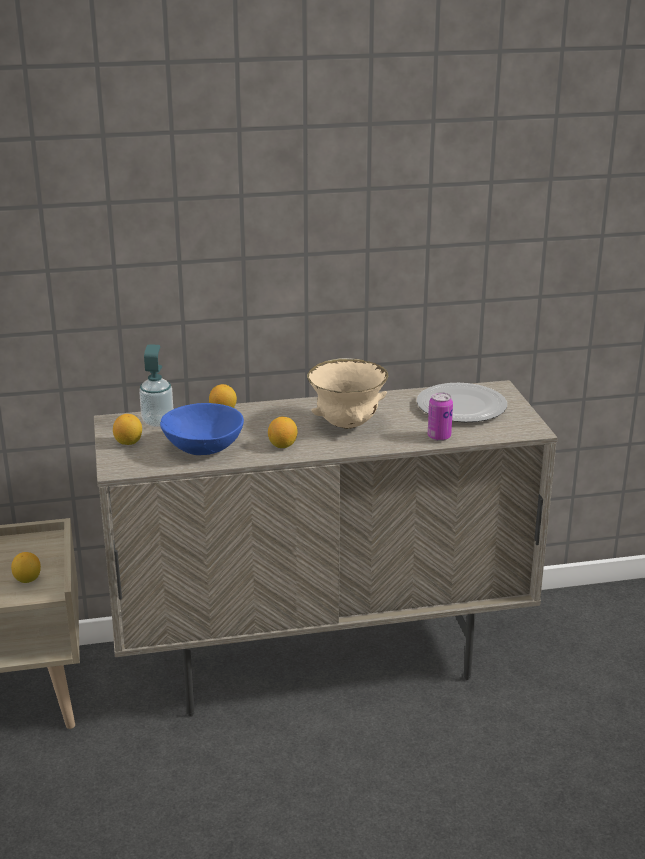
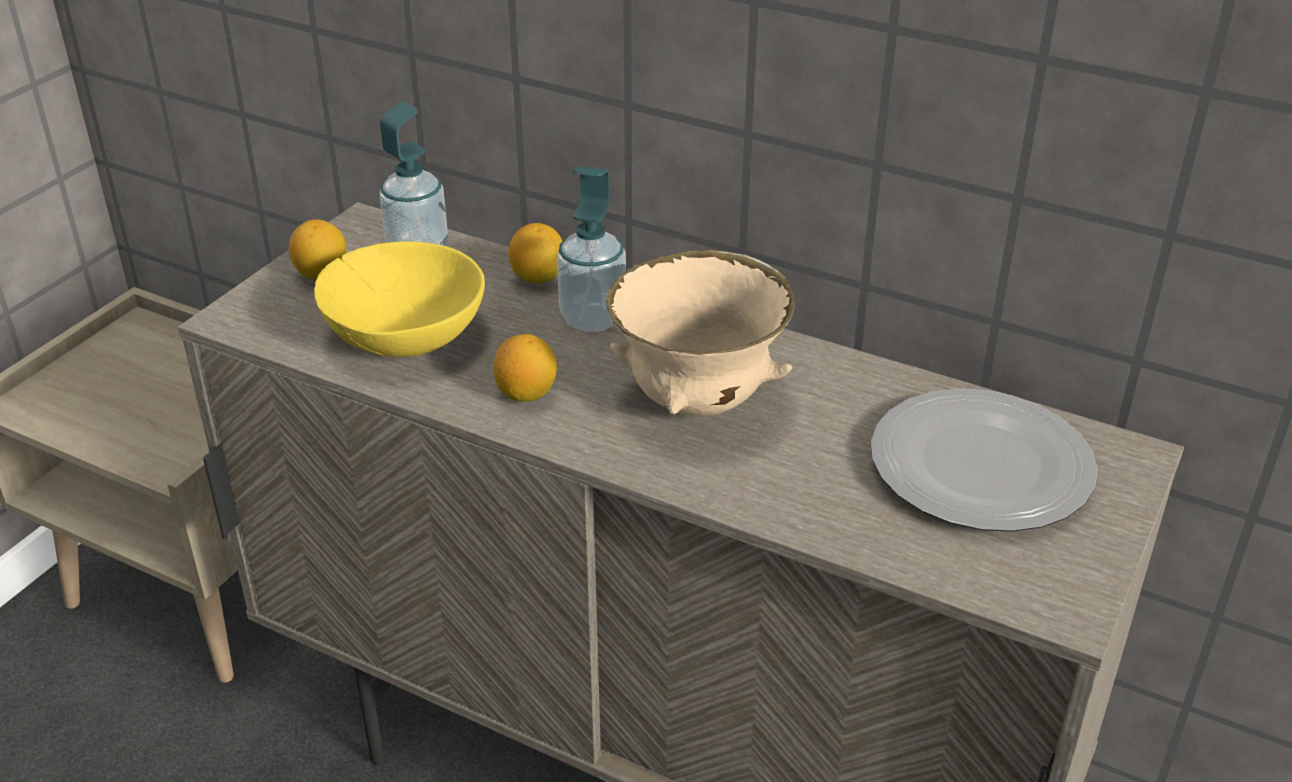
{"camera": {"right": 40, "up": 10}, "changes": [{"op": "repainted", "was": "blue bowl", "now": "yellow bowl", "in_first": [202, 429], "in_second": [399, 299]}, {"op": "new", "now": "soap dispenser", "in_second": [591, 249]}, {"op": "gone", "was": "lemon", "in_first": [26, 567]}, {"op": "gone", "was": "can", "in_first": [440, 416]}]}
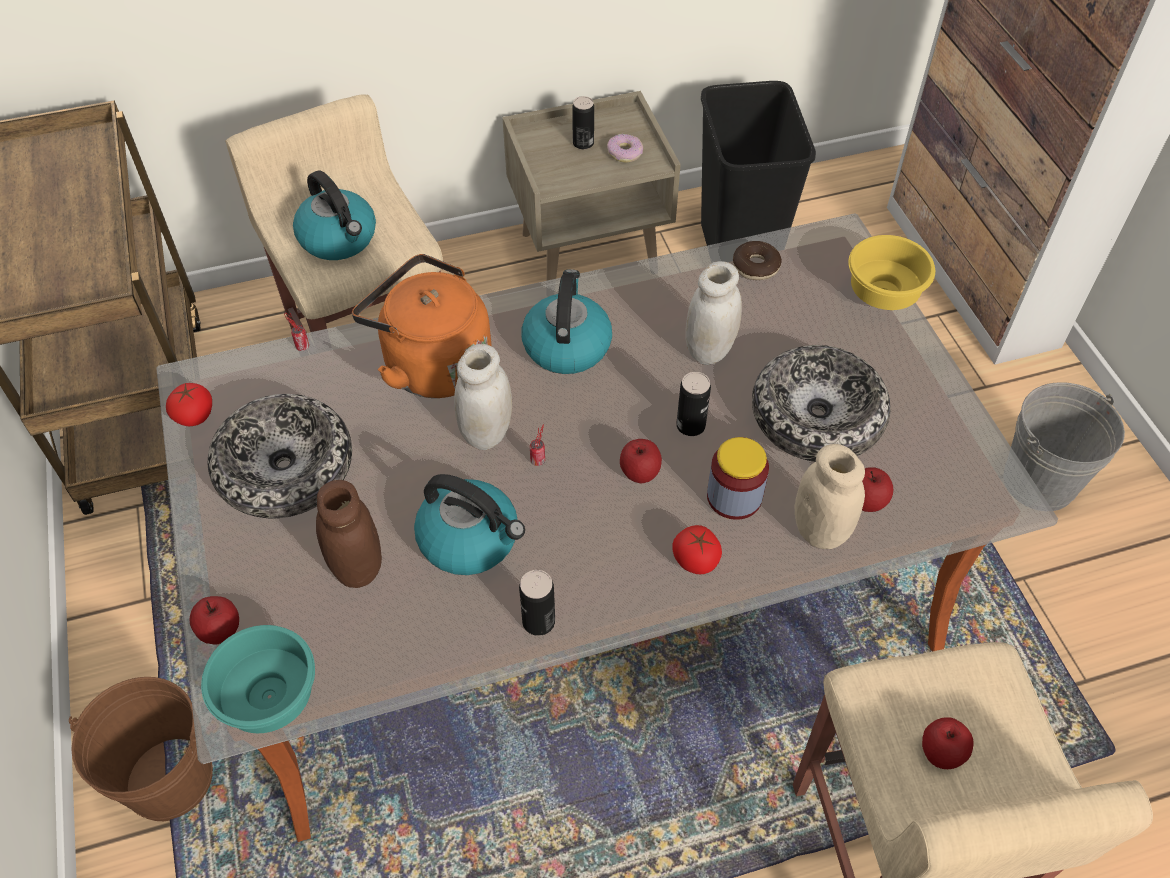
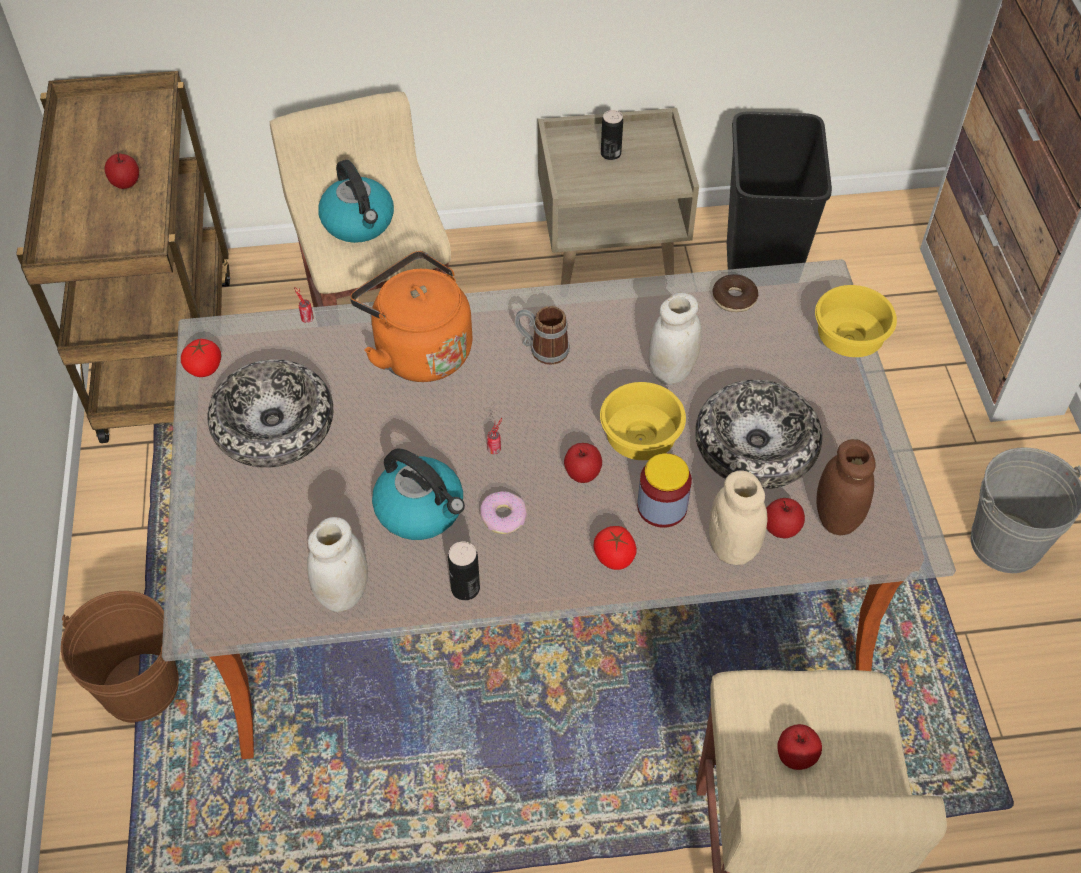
{"camera": {"right": 10, "up": 0}, "changes": [{"op": "shifted", "was": "apple", "in_first": [214, 620], "in_second": [122, 171]}, {"op": "shifted", "was": "white jar", "in_first": [483, 397], "in_second": [337, 565]}, {"op": "shifted", "was": "donut", "in_first": [625, 148], "in_second": [503, 512]}, {"op": "swapped", "was": "kettle", "now": "mug", "in_first": [567, 321], "in_second": [542, 335]}, {"op": "swapped", "was": "can", "now": "yellow bowl", "in_first": [693, 404], "in_second": [643, 421]}, {"op": "shifted", "was": "brown jar", "in_first": [349, 534], "in_second": [846, 487]}, {"op": "gone", "was": "turquoise bowl", "in_first": [258, 679]}]}
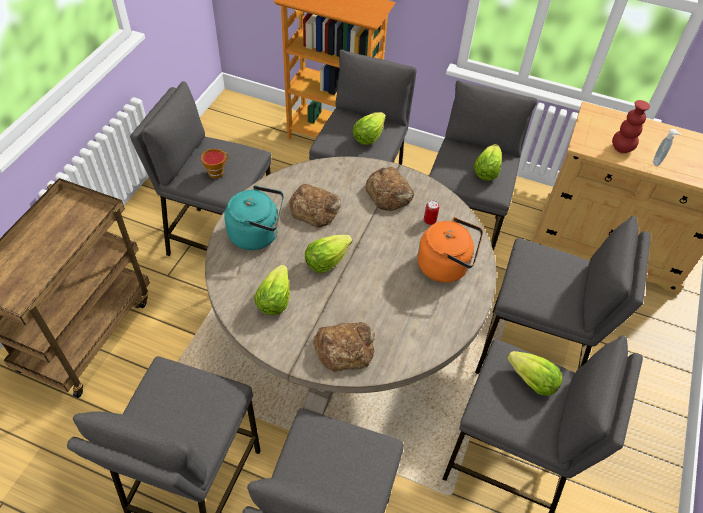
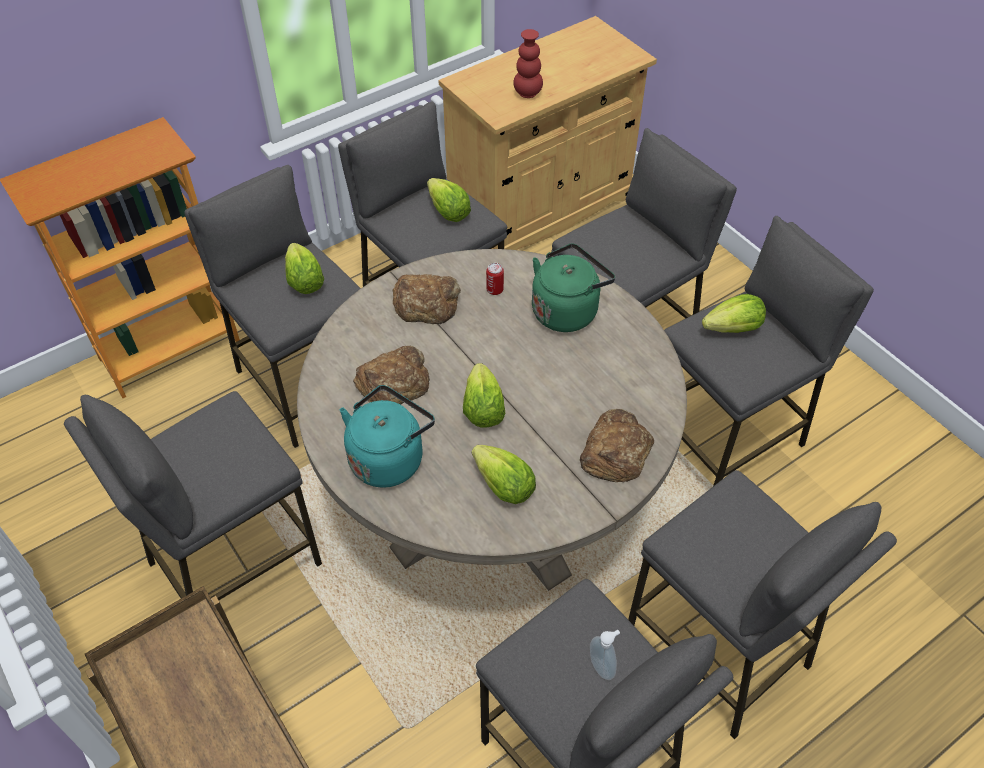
{"camera": {"right": -55, "up": 0}, "changes": [{"op": "repainted", "was": "orange kettle", "now": "green kettle", "in_first": [450, 250], "in_second": [573, 287]}, {"op": "shifted", "was": "soap dispenser", "in_first": [667, 147], "in_second": [605, 655]}, {"op": "gone", "was": "cup", "in_first": [215, 164]}]}
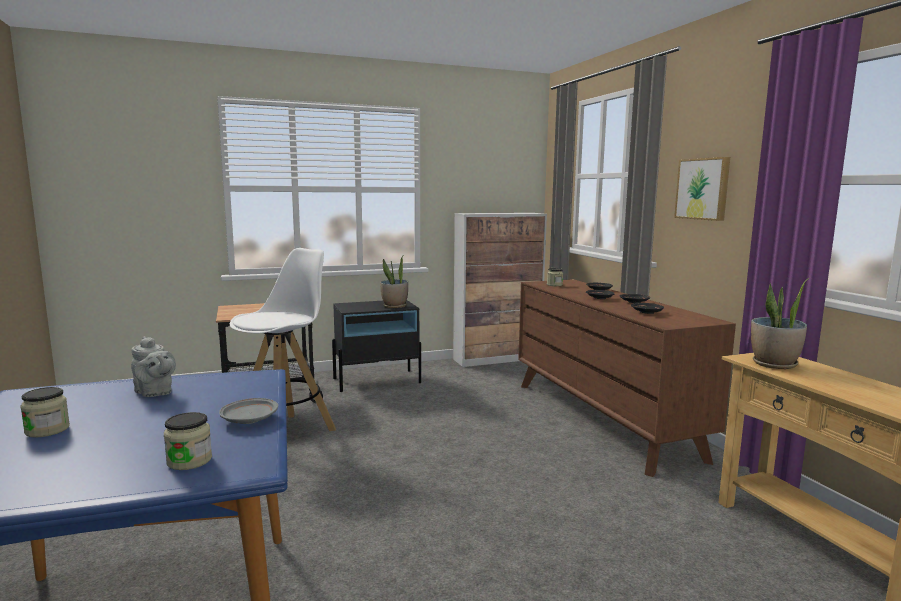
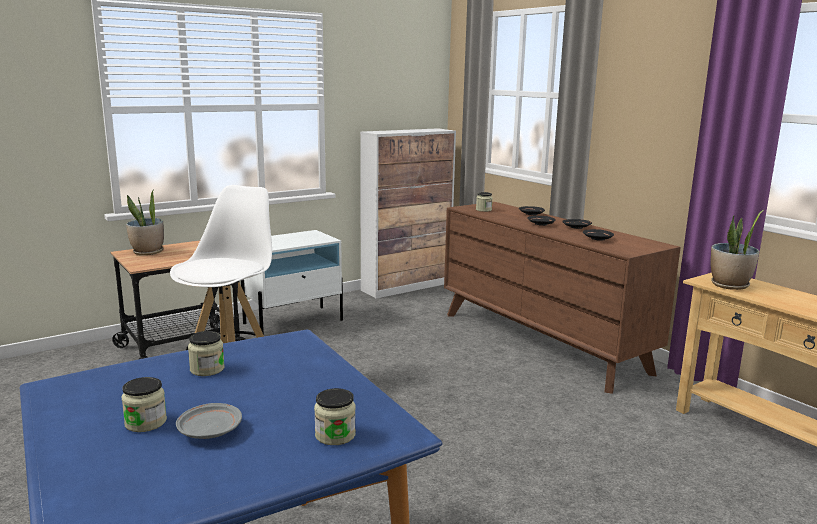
{"camera": {"right": -15, "up": 5}, "changes": [{"op": "shifted", "was": "potted plant", "in_first": [394, 282], "in_second": [145, 223]}, {"op": "shifted", "was": "grey plate", "in_first": [248, 411], "in_second": [209, 421]}, {"op": "swapped", "was": "grey teapot", "now": "jar", "in_first": [153, 366], "in_second": [206, 353]}, {"op": "repainted", "was": "black nightstand", "now": "white nightstand", "in_first": [376, 346], "in_second": [292, 282]}, {"op": "gone", "was": "picture", "in_first": [702, 189]}]}
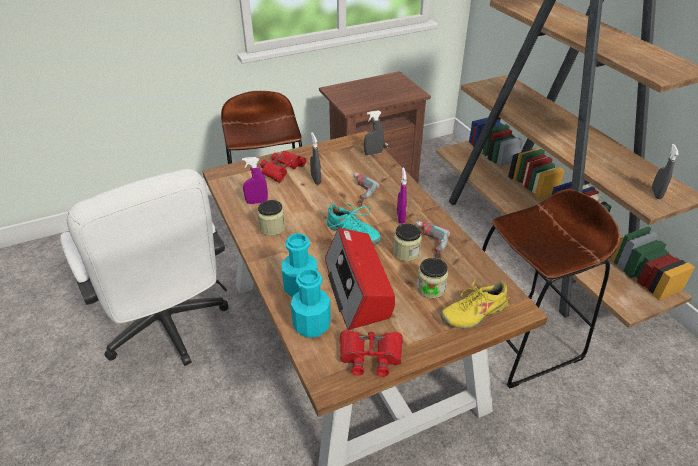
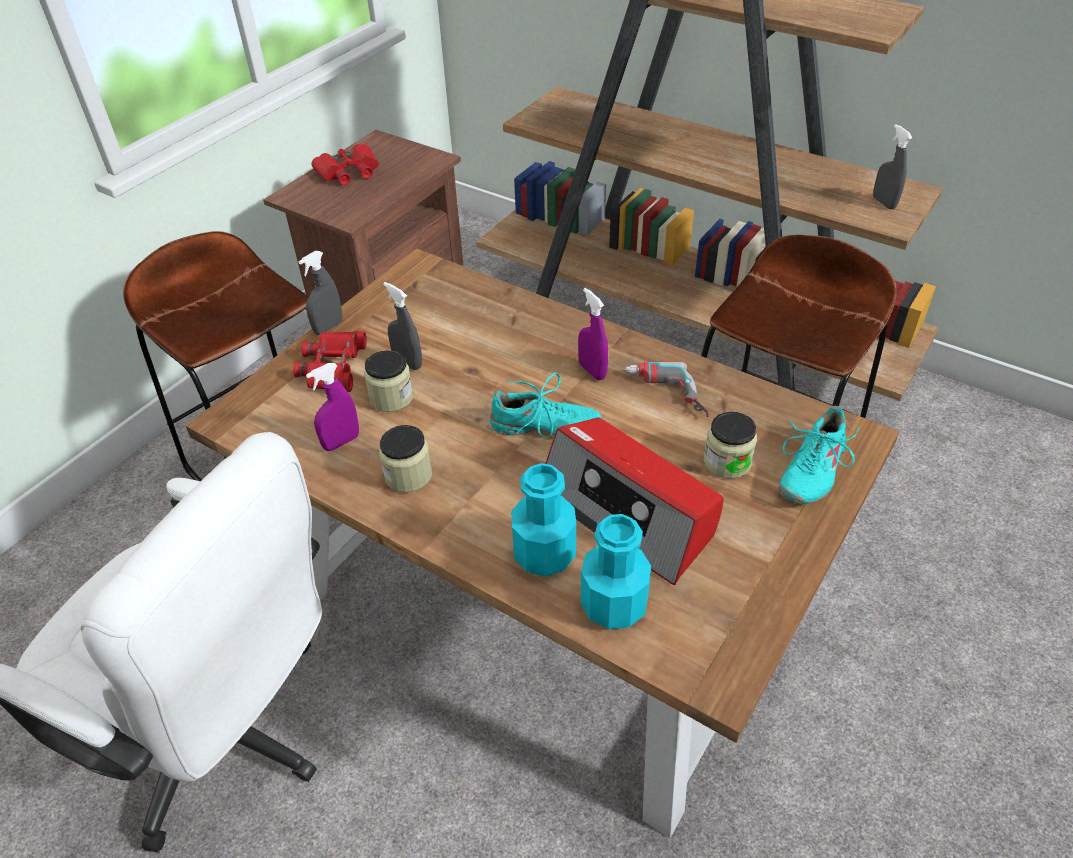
{"camera": {"right": -30, "up": 5}, "changes": [{"op": "shifted", "was": "grey spray bottle", "in_first": [374, 132], "in_second": [320, 293]}, {"op": "shifted", "was": "red binoculars", "in_first": [371, 353], "in_second": [345, 164]}, {"op": "shifted", "was": "jar", "in_first": [407, 243], "in_second": [388, 381]}, {"op": "repainted", "was": "yellow shoe", "now": "turquoise shoe", "in_first": [475, 304], "in_second": [819, 455]}, {"op": "gone", "was": "power drill", "in_first": [366, 190]}]}
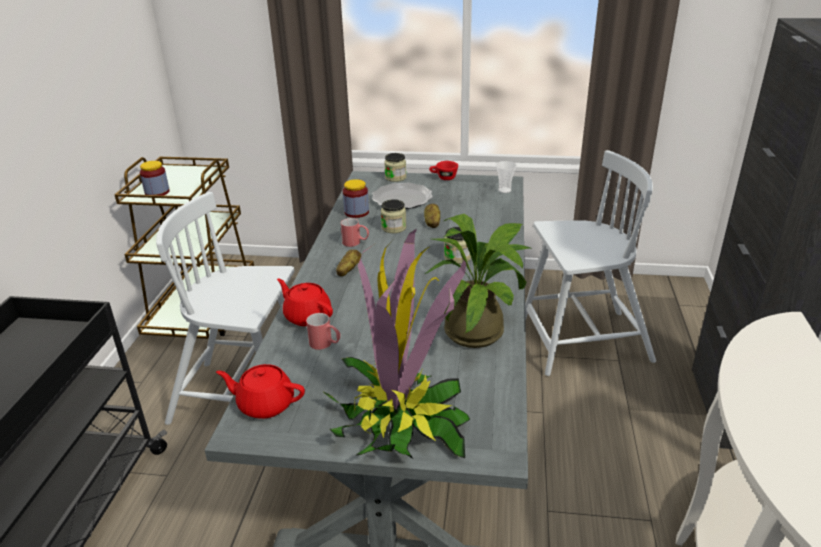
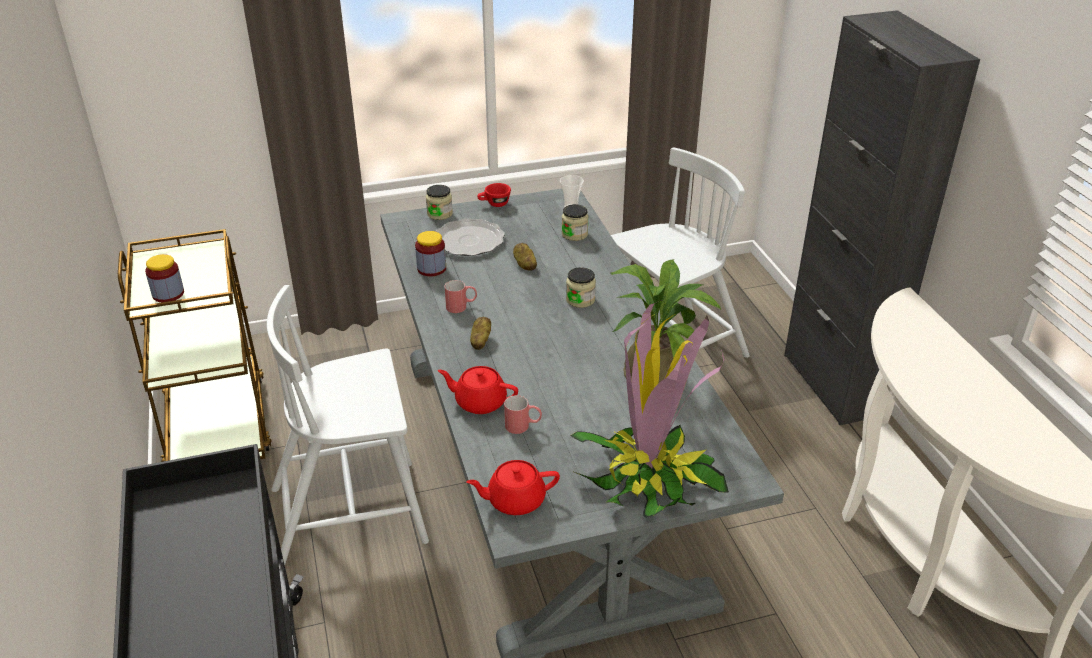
{"camera": {"right": -25, "up": 5}, "changes": [{"op": "shifted", "was": "jar", "in_first": [393, 216], "in_second": [575, 222]}]}
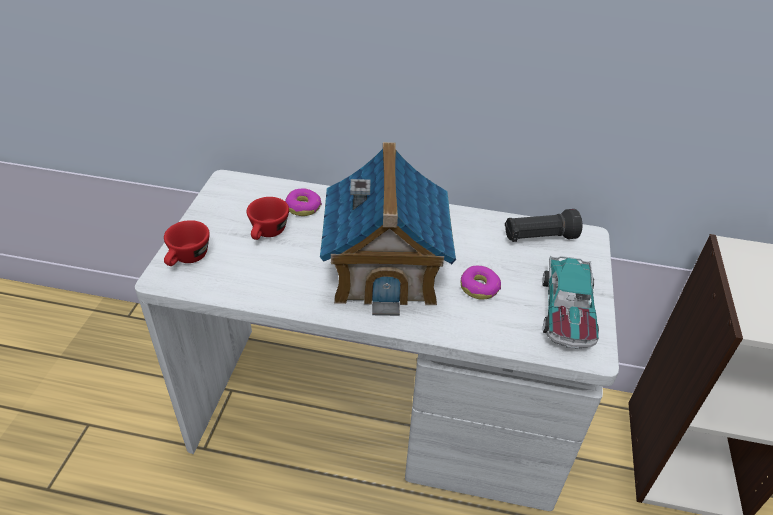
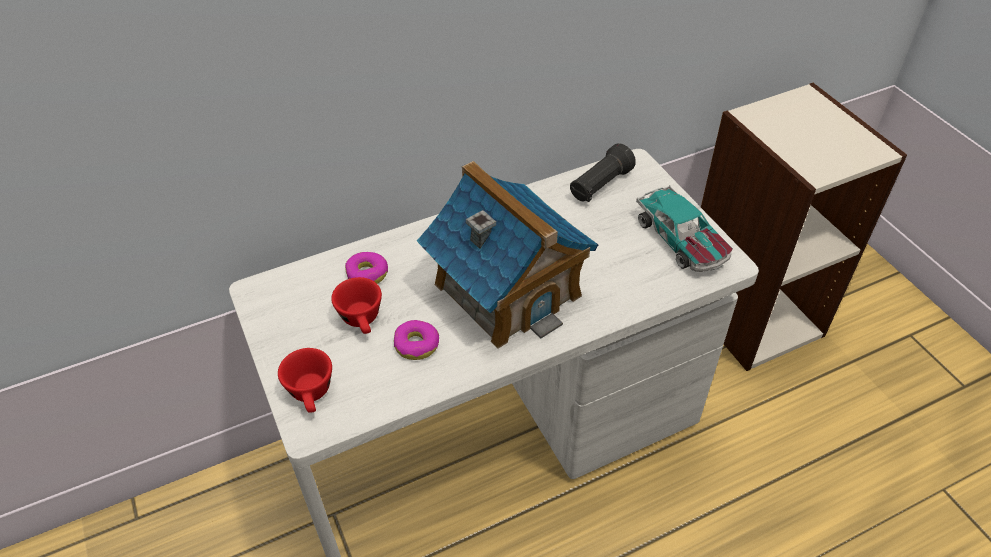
{"camera": {"right": -35, "up": 5}, "changes": [{"op": "shifted", "was": "donut", "in_first": [481, 282], "in_second": [416, 340]}]}
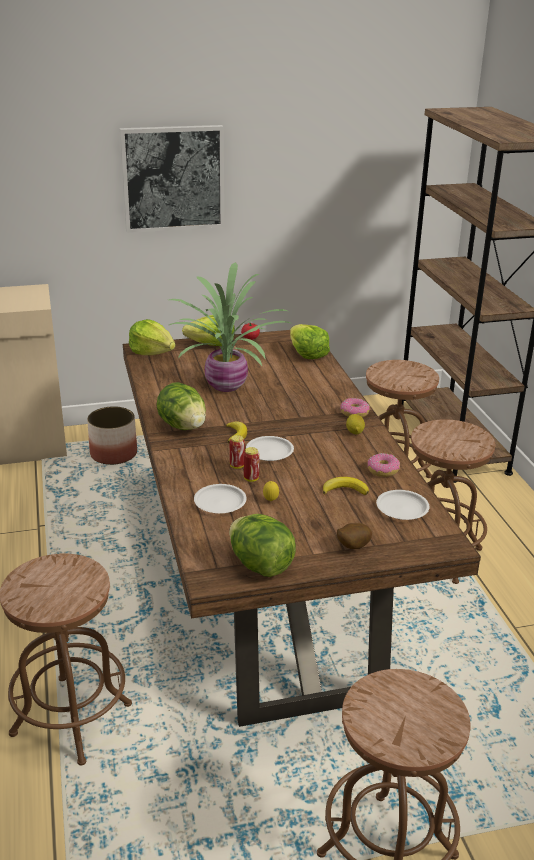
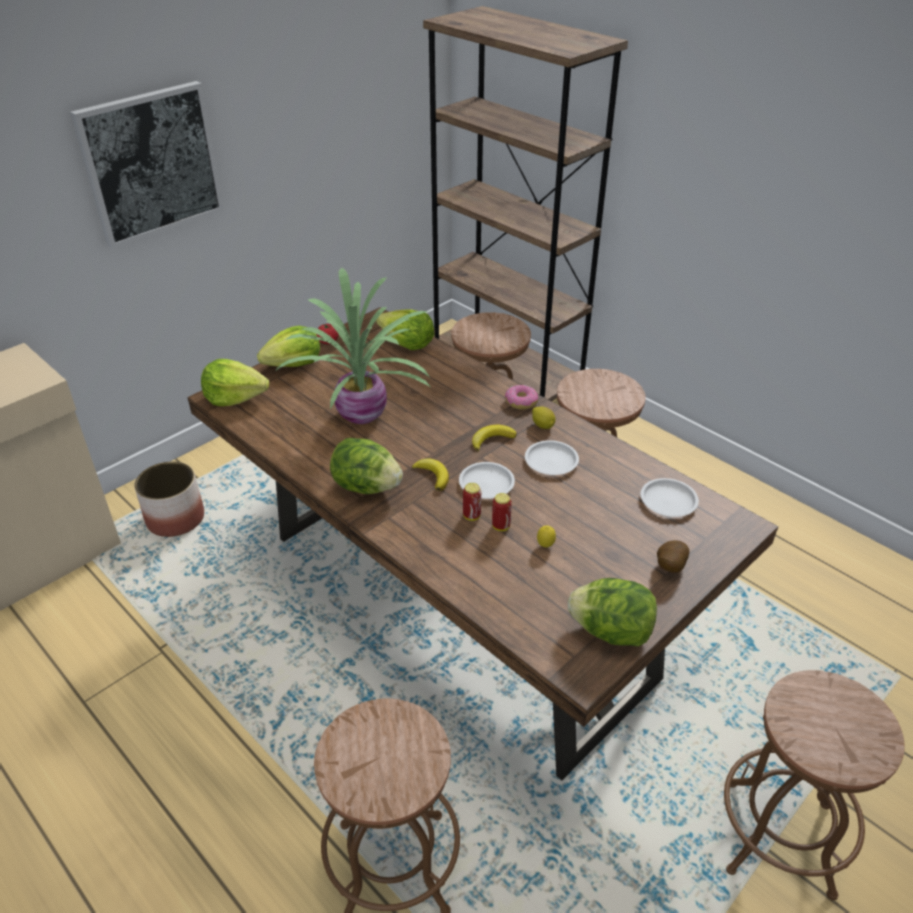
{"camera": {"right": -30, "up": 10}, "changes": [{"op": "shifted", "was": "banana", "in_first": [346, 486], "in_second": [494, 438]}, {"op": "shifted", "was": "white plate", "in_first": [220, 499], "in_second": [552, 457]}, {"op": "gone", "was": "donut", "in_first": [383, 465]}]}
